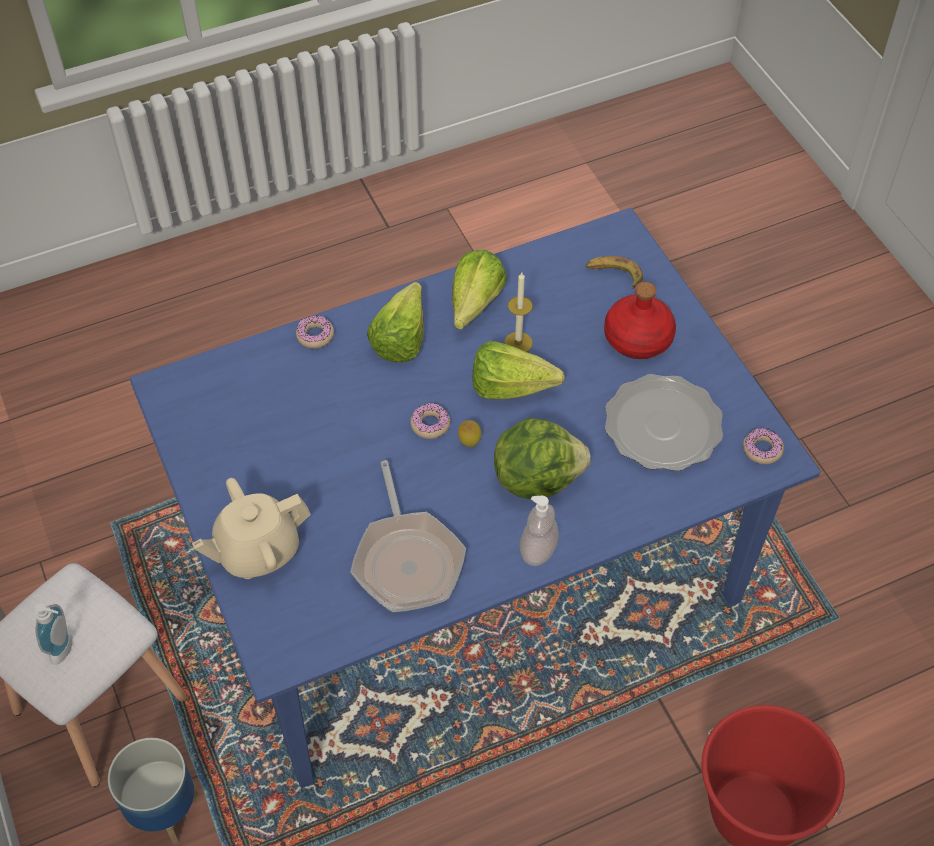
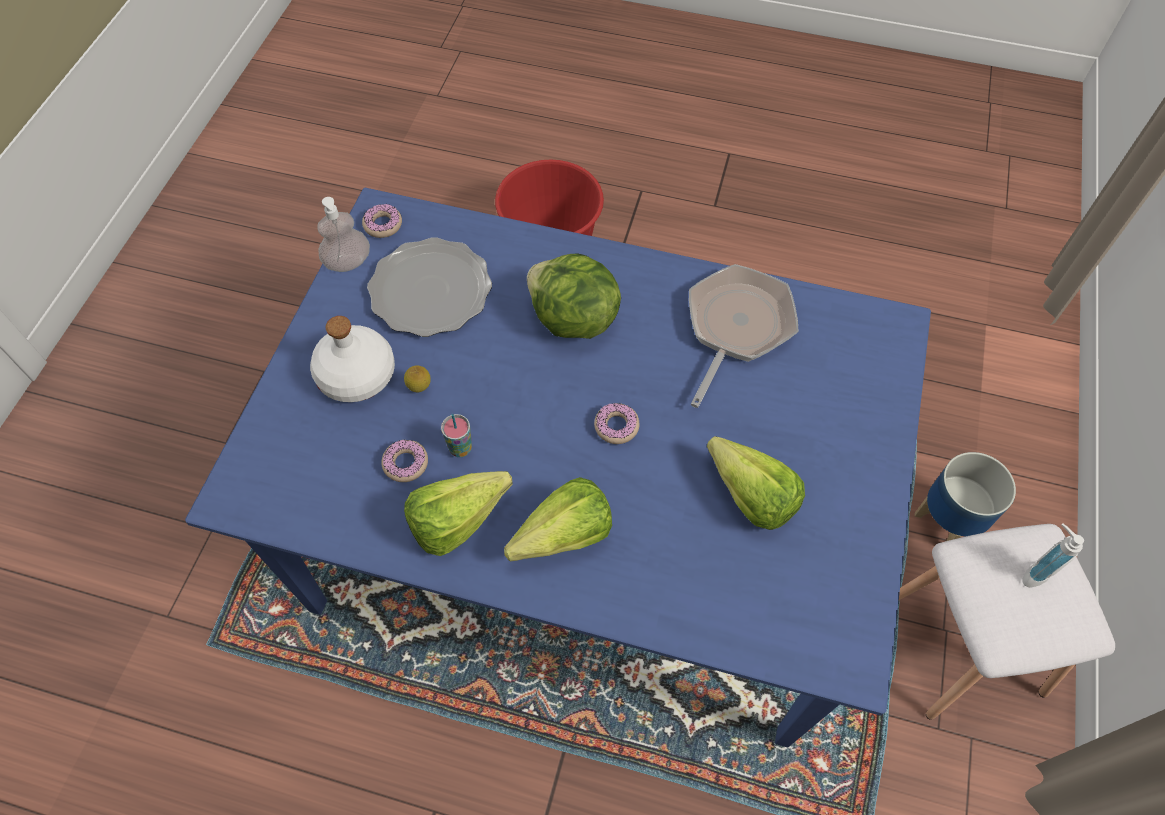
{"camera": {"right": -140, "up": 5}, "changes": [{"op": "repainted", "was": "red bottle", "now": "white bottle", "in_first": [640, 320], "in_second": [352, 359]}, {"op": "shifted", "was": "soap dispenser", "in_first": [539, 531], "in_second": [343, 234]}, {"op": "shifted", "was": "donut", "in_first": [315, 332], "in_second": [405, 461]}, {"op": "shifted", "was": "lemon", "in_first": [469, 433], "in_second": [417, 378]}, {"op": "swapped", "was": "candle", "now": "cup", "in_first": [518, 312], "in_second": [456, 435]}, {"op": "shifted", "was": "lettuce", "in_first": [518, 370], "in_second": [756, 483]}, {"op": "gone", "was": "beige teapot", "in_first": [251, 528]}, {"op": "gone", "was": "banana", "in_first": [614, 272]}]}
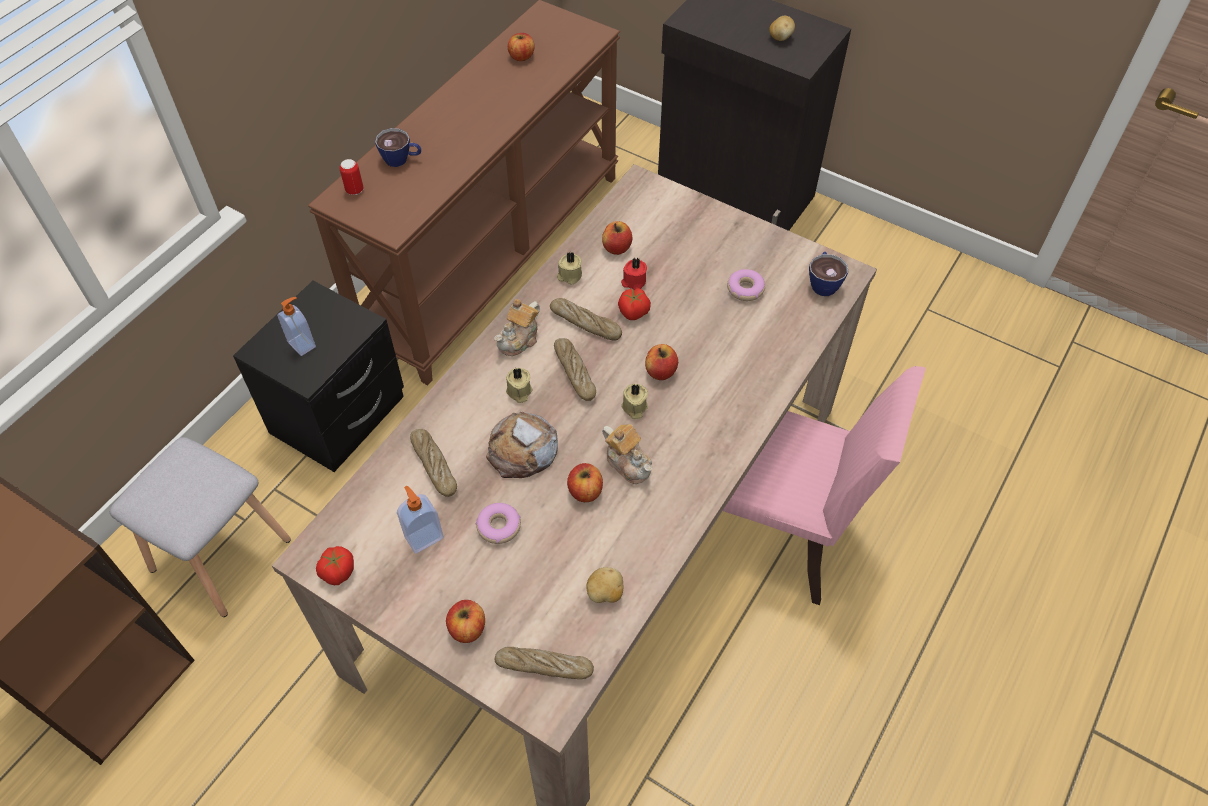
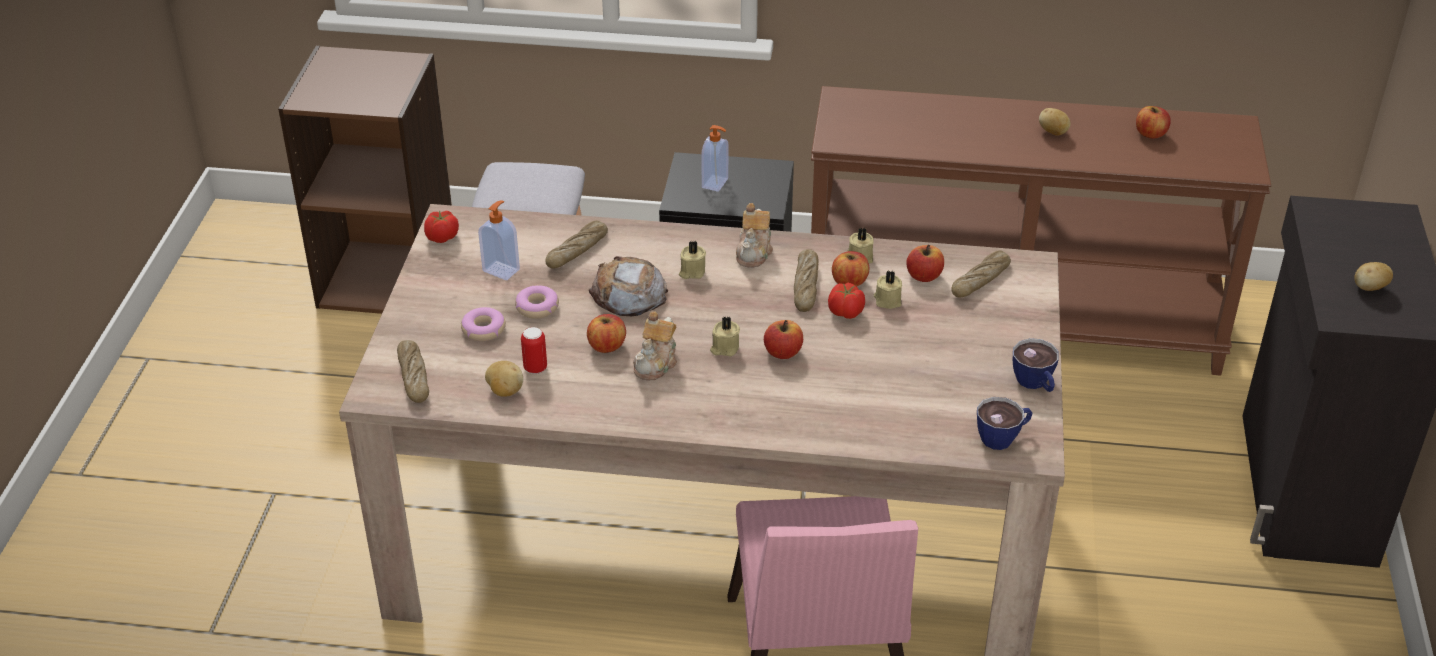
{"camera": {"right": 65, "up": -15}, "changes": [{"op": "shifted", "was": "donut", "in_first": [746, 285], "in_second": [483, 324]}, {"op": "shifted", "was": "can", "in_first": [351, 177], "in_second": [534, 350]}, {"op": "rotated", "was": "teapot", "in_first": [517, 327], "in_second": [754, 235], "clockwise": -90}, {"op": "shifted", "was": "apple", "in_first": [465, 621], "in_second": [850, 269]}, {"op": "repainted", "was": "red candle", "now": "beige candle", "in_first": [634, 274], "in_second": [888, 290]}, {"op": "shifted", "was": "bread", "in_first": [575, 369], "in_second": [981, 274]}, {"op": "shifted", "was": "cup", "in_first": [398, 147], "in_second": [1036, 365]}, {"op": "new", "now": "potato", "in_second": [1055, 121]}]}
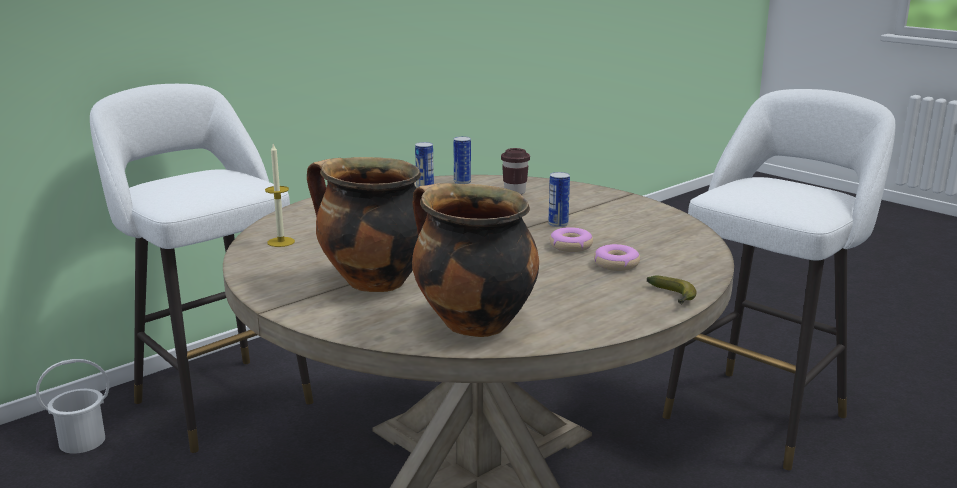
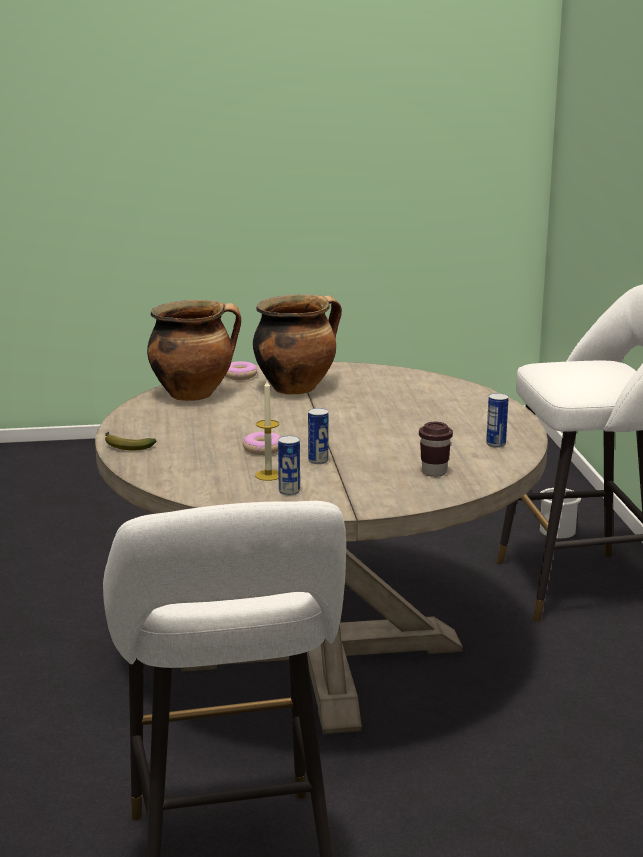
{"camera": {"right": 125, "up": 0}, "changes": [{"op": "shifted", "was": "donut", "in_first": [617, 257], "in_second": [241, 370]}, {"op": "shifted", "was": "candle", "in_first": [280, 195], "in_second": [267, 430]}, {"op": "shifted", "was": "can", "in_first": [462, 160], "in_second": [289, 465]}]}
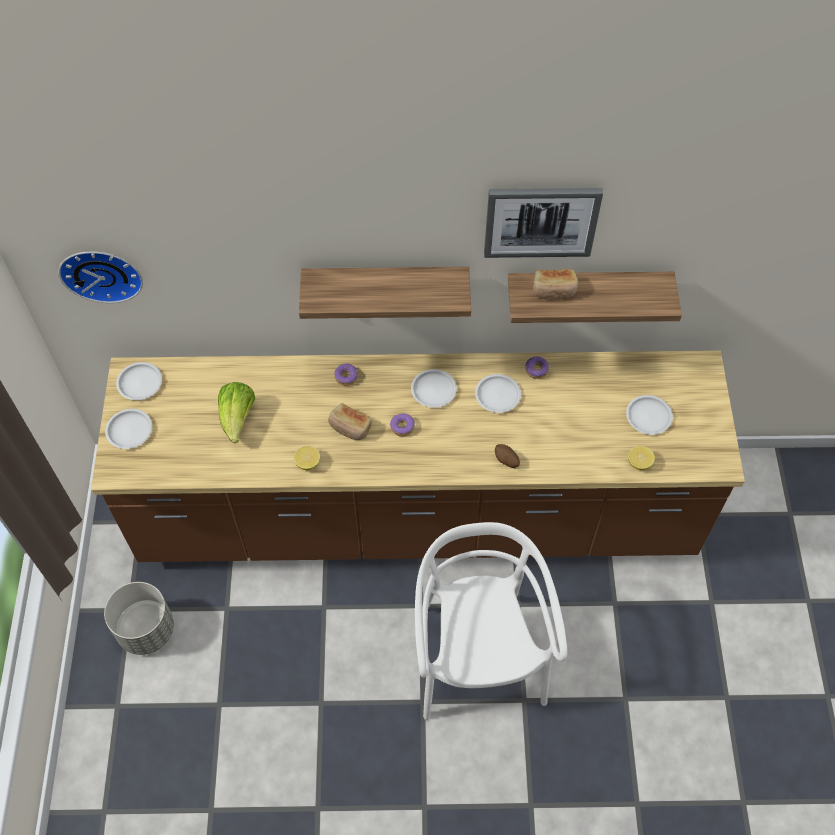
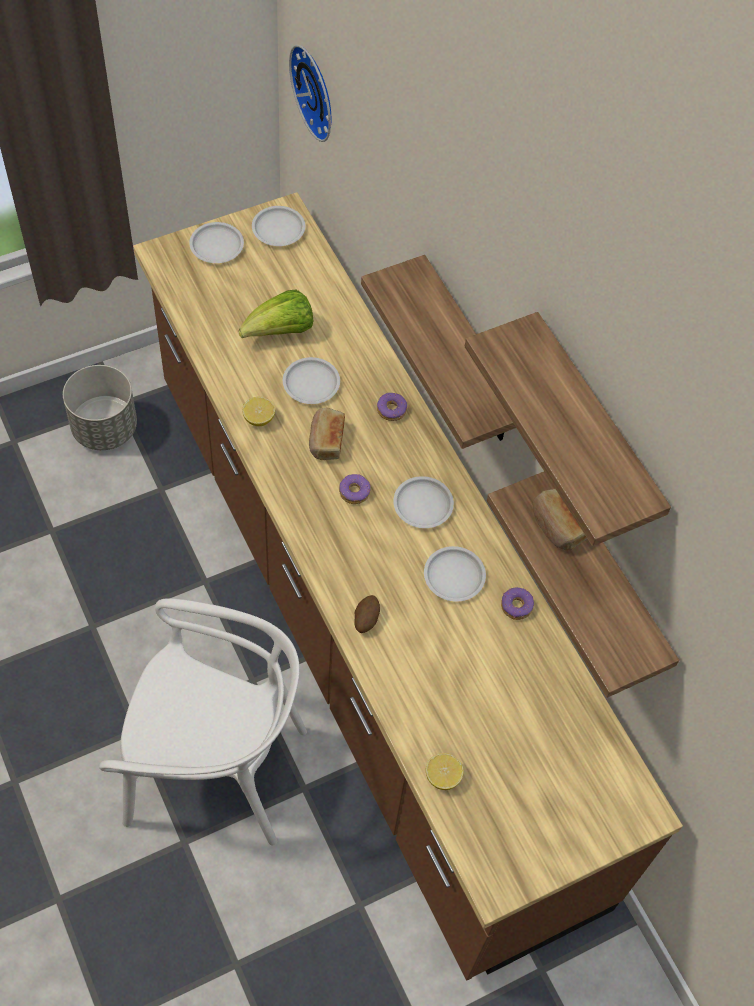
{"camera": {"right": 60, "up": 0}, "changes": [{"op": "rotated", "was": "white chair", "in_first": [491, 621], "in_second": [203, 721], "clockwise": 45}, {"op": "shifted", "was": "white plate", "in_first": [649, 415], "in_second": [311, 380]}, {"op": "swapped", "was": "picture", "now": "shelf", "in_first": [543, 223], "in_second": [568, 429]}]}
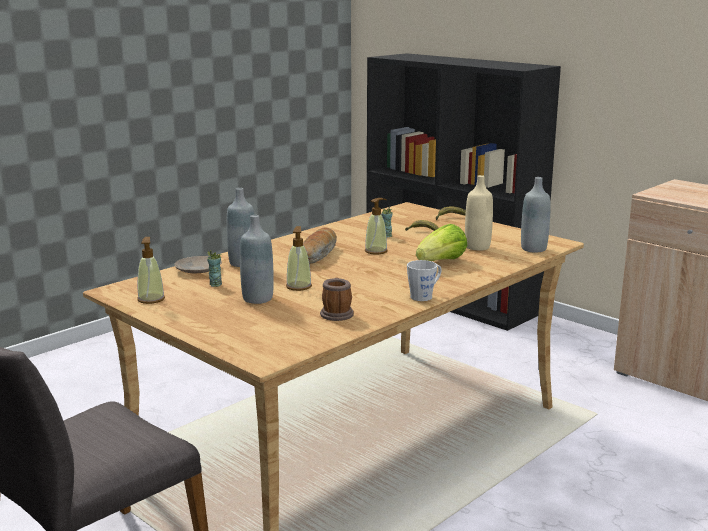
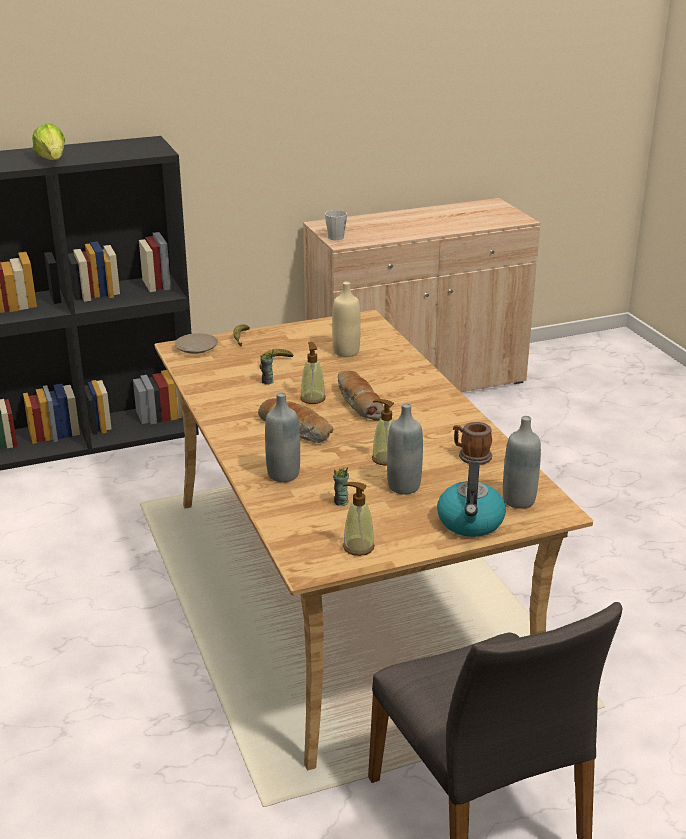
{"camera": {"right": -65, "up": 10}, "changes": [{"op": "shifted", "was": "lettuce", "in_first": [442, 242], "in_second": [48, 141]}, {"op": "shifted", "was": "beige plate", "in_first": [198, 264], "in_second": [196, 343]}, {"op": "shifted", "was": "grey mug", "in_first": [424, 280], "in_second": [336, 225]}, {"op": "new", "now": "bread", "in_second": [361, 395]}, {"op": "new", "now": "kettle", "in_second": [471, 499]}, {"op": "shifted", "was": "grey bottle", "in_first": [536, 214], "in_second": [522, 462]}]}
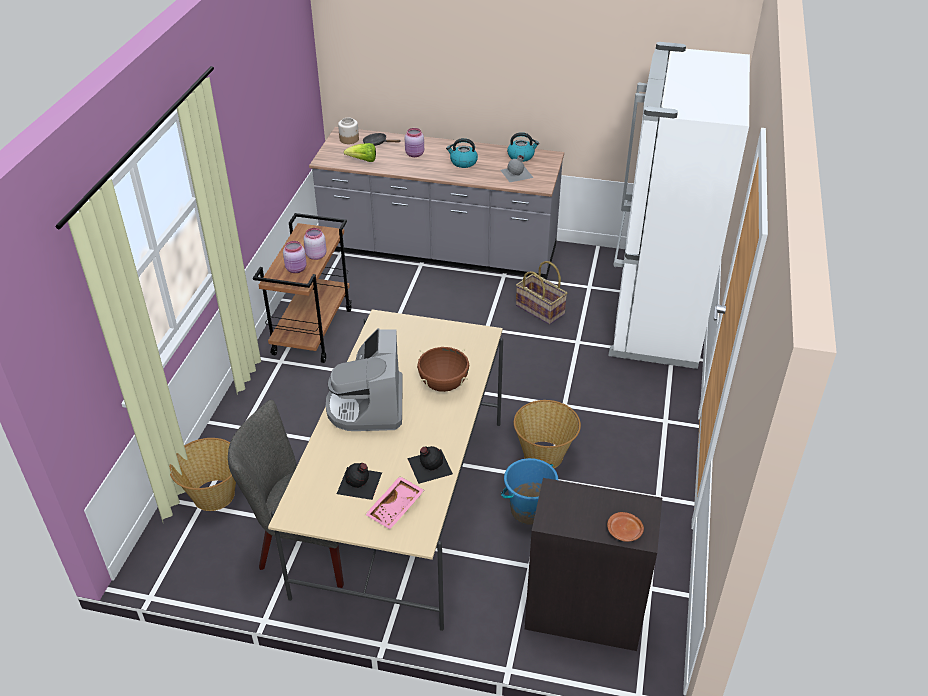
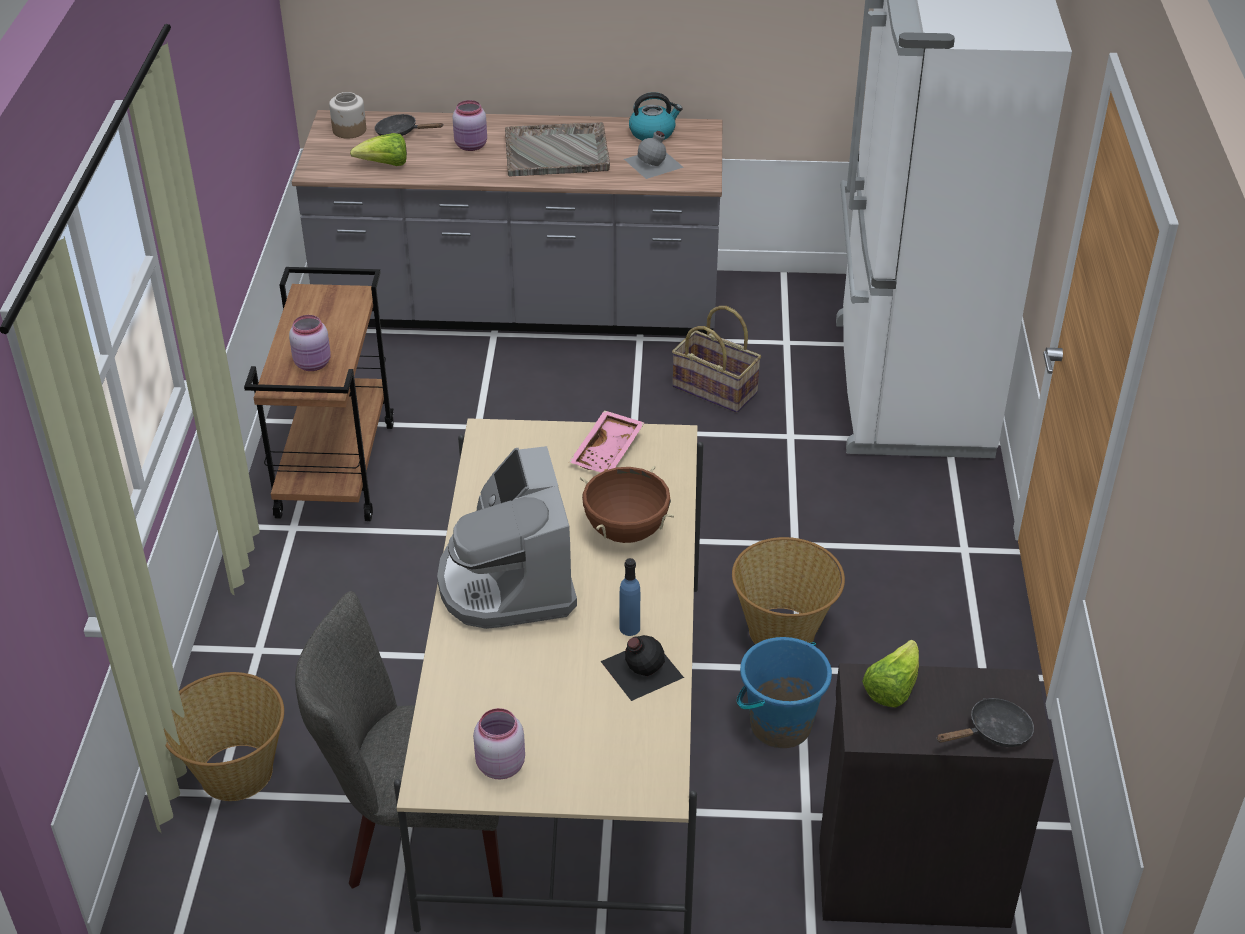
{"camera": {"right": -10, "up": 0}, "changes": [{"op": "shifted", "was": "pink jar", "in_first": [315, 244], "in_second": [499, 744]}, {"op": "swapped", "was": "kettle", "now": "grey tray", "in_first": [462, 153], "in_second": [557, 149]}, {"op": "shifted", "was": "pink tray", "in_first": [394, 502], "in_second": [606, 441]}, {"op": "new", "now": "blue bottle", "in_second": [629, 597]}, {"op": "new", "now": "lettuce", "in_second": [890, 674]}, {"op": "swapped", "was": "brown plate", "now": "black frying pan", "in_first": [625, 527], "in_second": [985, 722]}, {"op": "gone", "was": "black bottle", "in_first": [359, 481]}]}
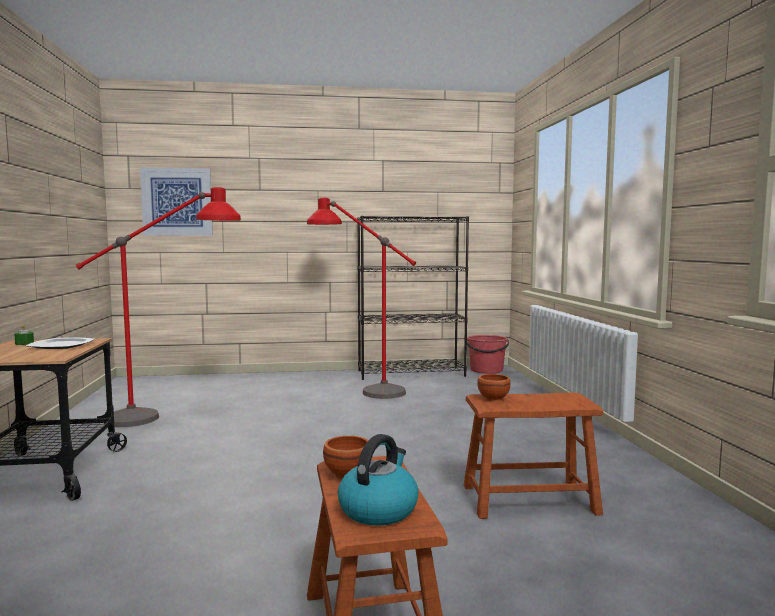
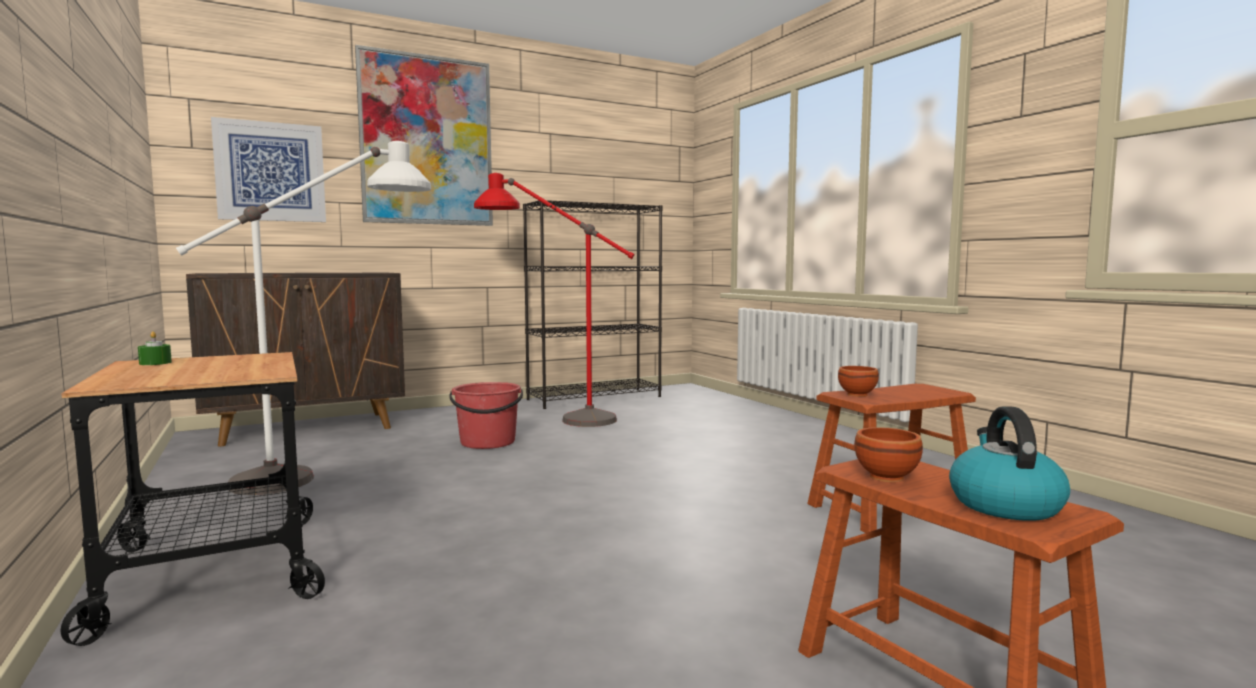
{"camera": {"right": -20, "up": 0}, "changes": [{"op": "repainted", "was": "red floor lamp", "now": "white floor lamp", "in_first": [158, 307], "in_second": [303, 318]}, {"op": "new", "now": "brown cabinet", "in_second": [295, 360]}, {"op": "new", "now": "picture", "in_second": [424, 135]}, {"op": "shifted", "was": "red bucket", "in_first": [488, 354], "in_second": [486, 415]}, {"op": "gone", "was": "plate", "in_first": [60, 343]}]}
